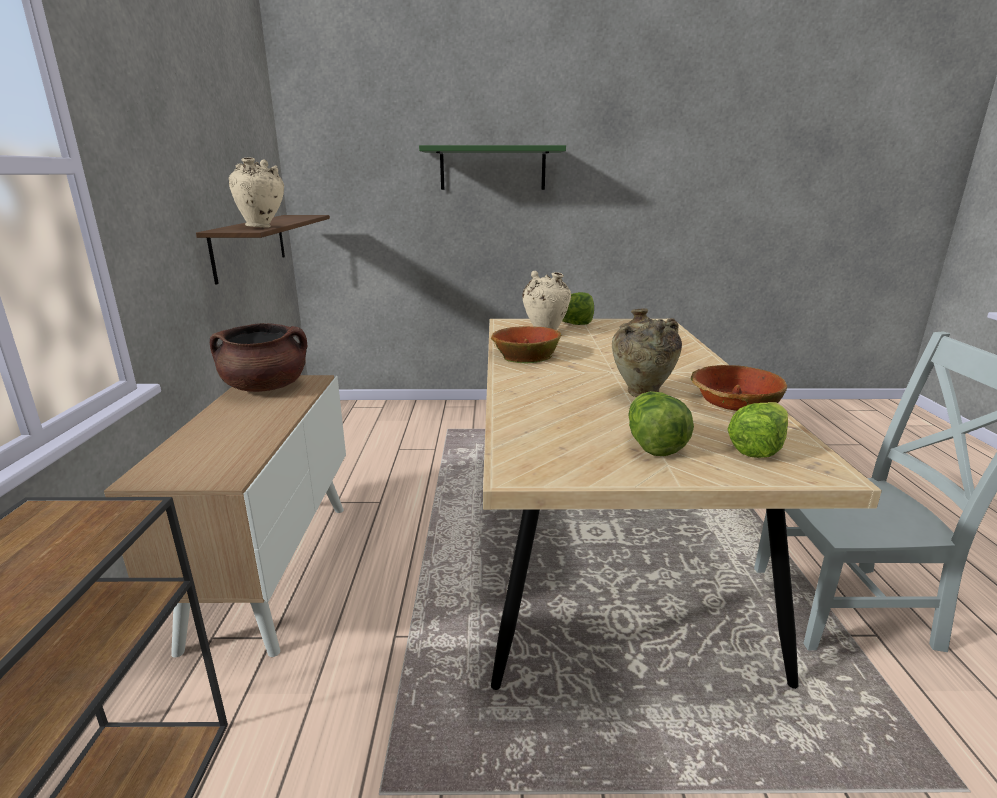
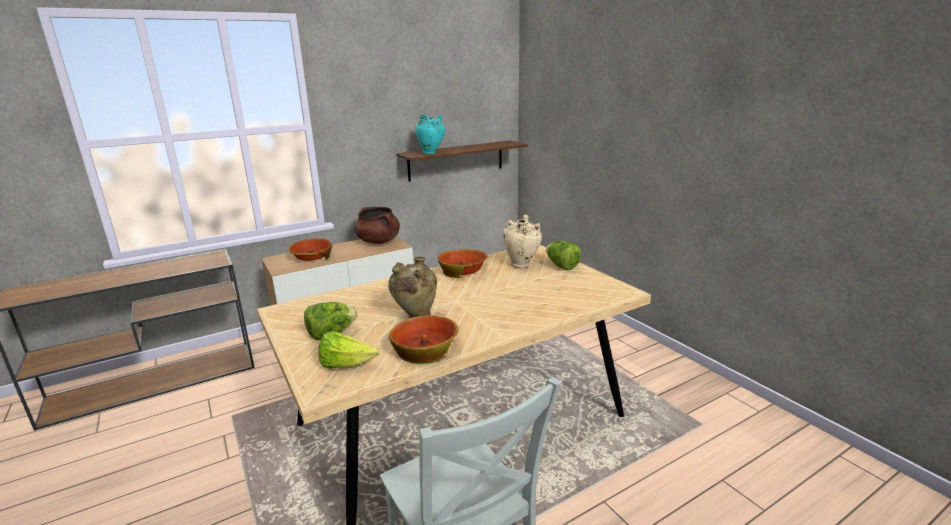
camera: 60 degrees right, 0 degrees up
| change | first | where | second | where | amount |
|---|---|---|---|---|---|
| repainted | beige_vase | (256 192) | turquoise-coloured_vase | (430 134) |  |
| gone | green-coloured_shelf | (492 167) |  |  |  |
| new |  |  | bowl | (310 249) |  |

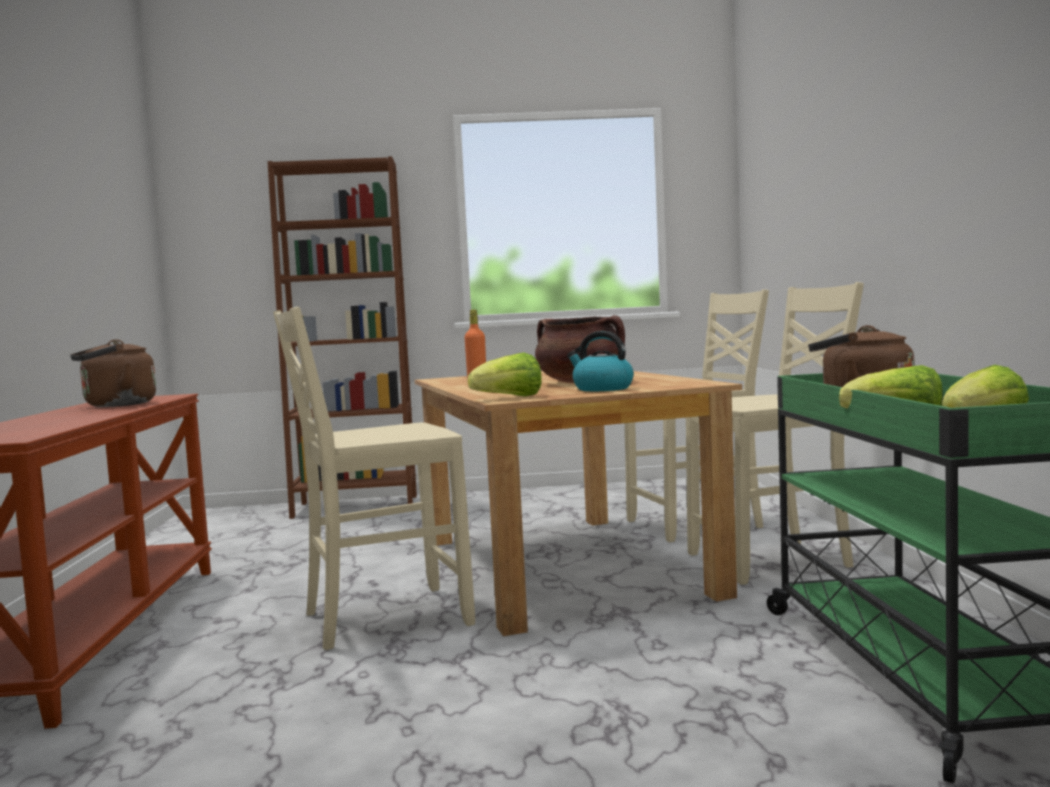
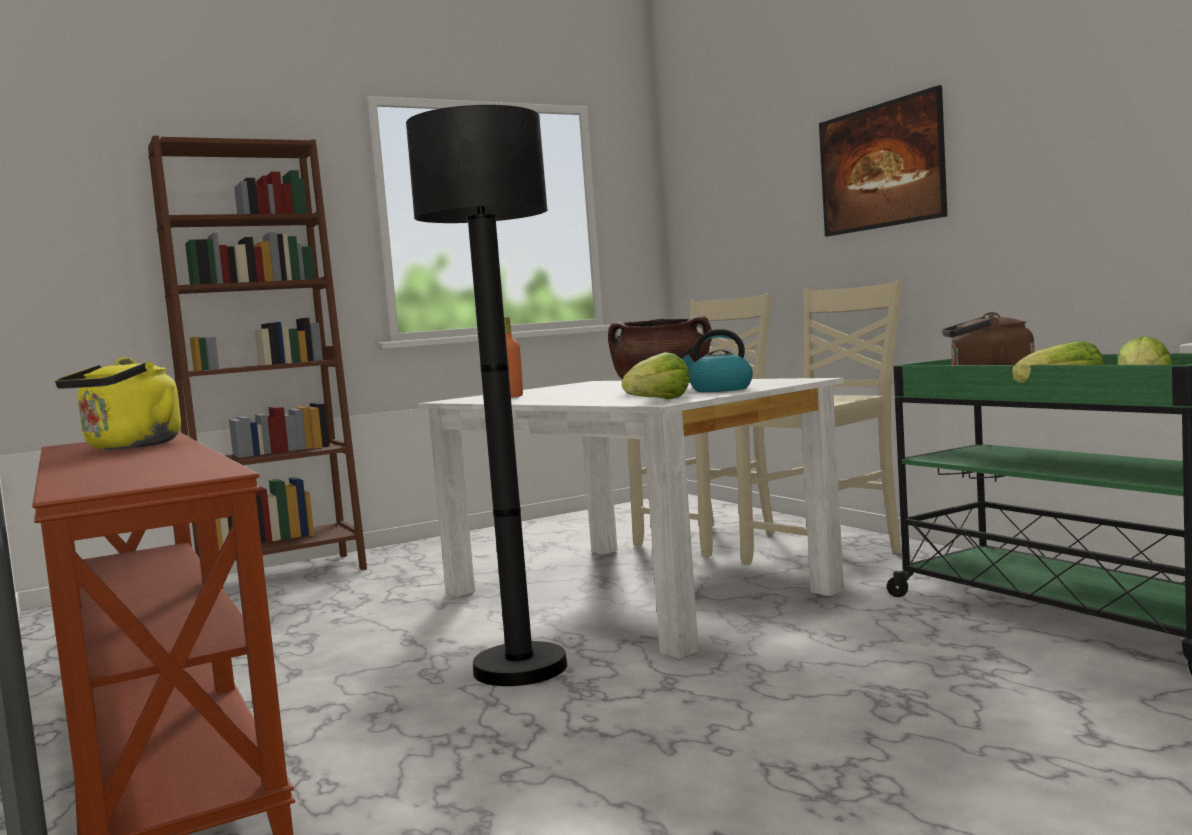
camera: 25 degrees left, 0 degrees up
| change | first | where | second | where | amount |
|---|---|---|---|---|---|
| repainted | brownish_kettle | (113 373) | yellow_kettle | (118 403) |  |
| swapped | beige_chair | (374 478) | black_floor_lamp | (486 395) |  |
| repainted | brownish_dining_table | (578 503) | whitish_dining_table | (631 518) |  |
| new |  |  | picture | (883 161) |  |

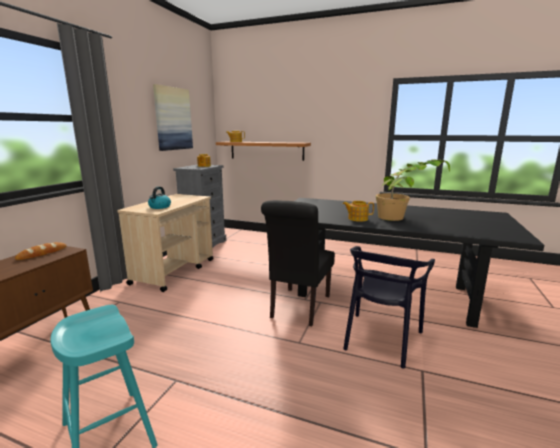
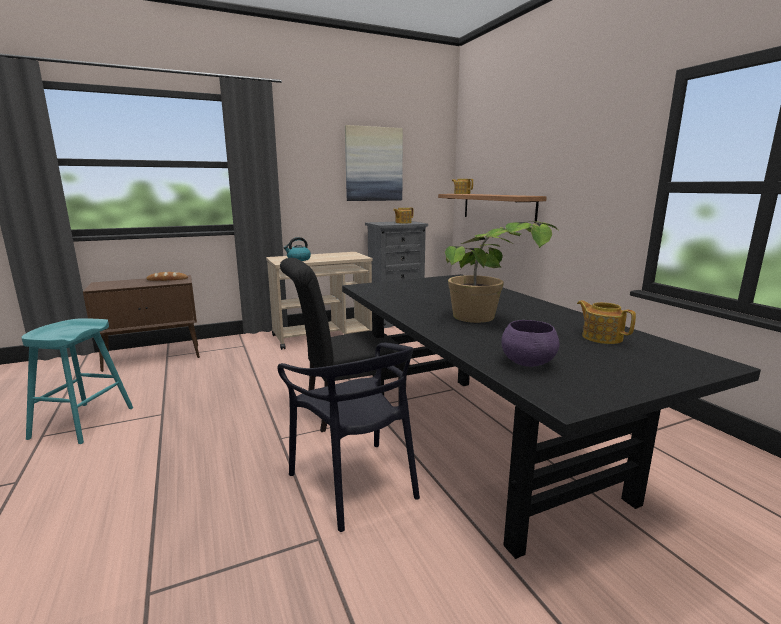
camera: 45 degrees right, 0 degrees up
| change | first | where | second | where | amount |
|---|---|---|---|---|---|
| shifted | tea_pot | (358 211) |  | (606 322) |  |
| rotated | black_chair | (389 307) |  | (349 437) | 105 degrees counterclockwise |
| new |  |  | purple_bowl | (530 343) |  |

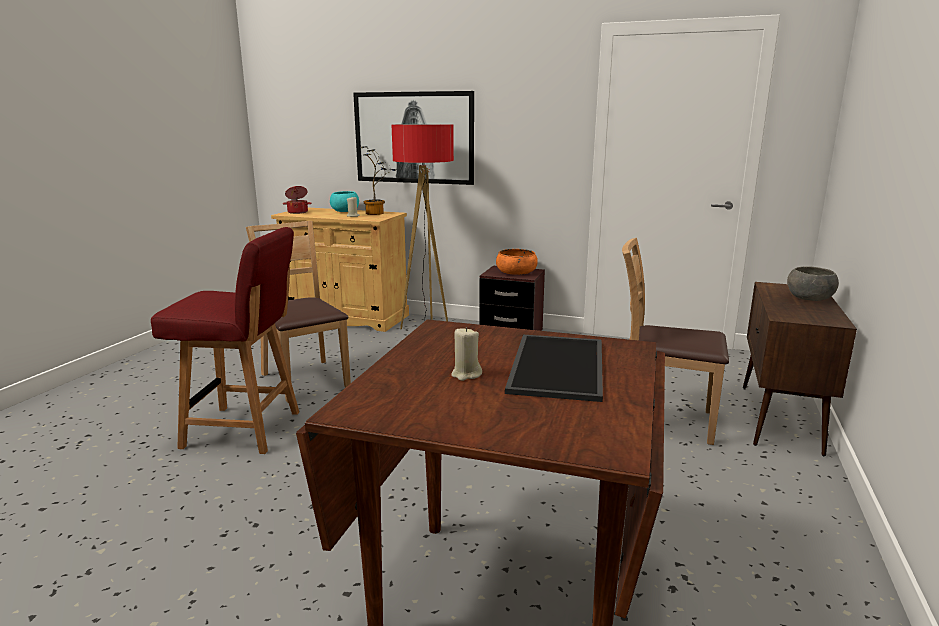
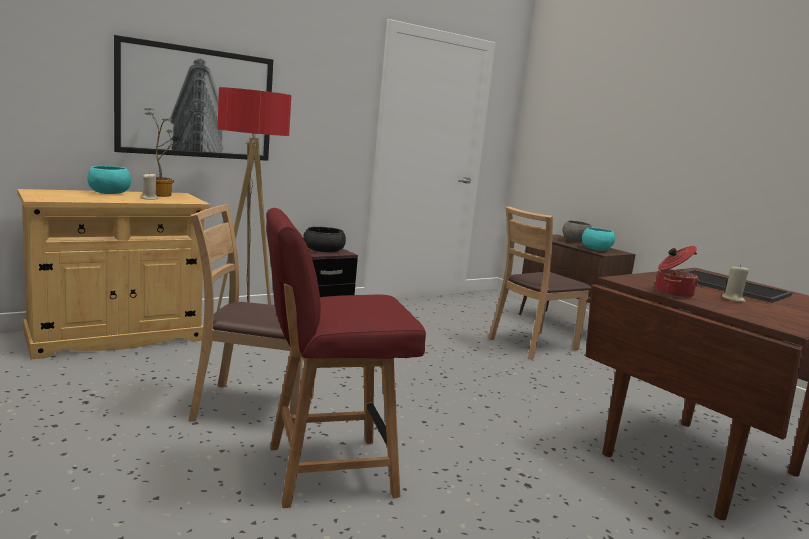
camera: 55 degrees left, 5 degrees down
| change | first | where | second | where | amount |
|---|---|---|---|---|---|
| rotated | red_chair | (225 340) |  | (346 358) | 150 degrees counterclockwise |
| shifted | cooking_pot | (297 200) |  | (677 272) |  |
| repainted | orange-coloured_bowl | (517 262) | black_bowl | (324 239) |  |
| new |  |  | turquoise-coloured_bowl | (598 239) |  |

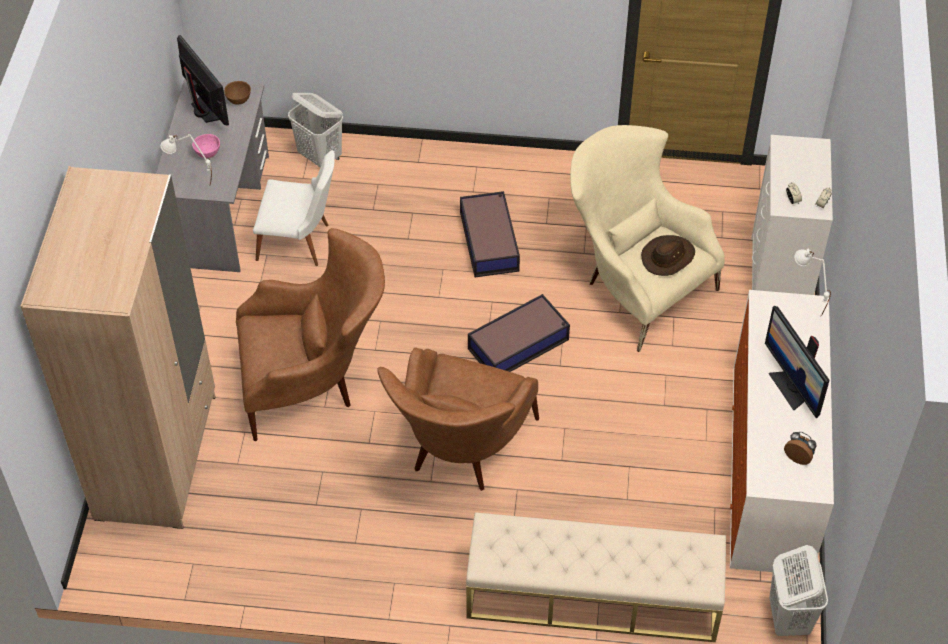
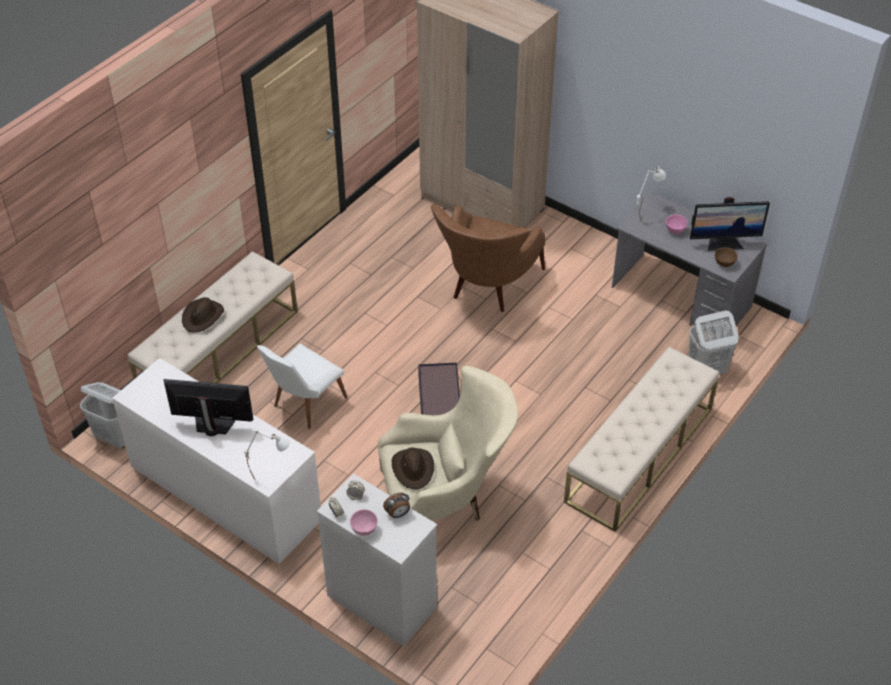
camera: 120 degrees right, 5 degrees down
| change | first | where | second | where | amount |
|---|---|---|---|---|---|
| shifted | whitish_chair | (294 208) |  | (302 386) |  |
| gone | brownish_lounge_chair | (458 419) |  |  |  |
| gone | storage_container | (490 234) |  |  |  |
| shifted | bedside_clock | (800 448) |  | (396 505) |  |
| new |  |  | brownish_hat | (203 315) |  |
| new |  |  | pink-coloured_bowl | (364 522) |  |
| new |  |  | beige_indoor_bench | (641 439) |  |

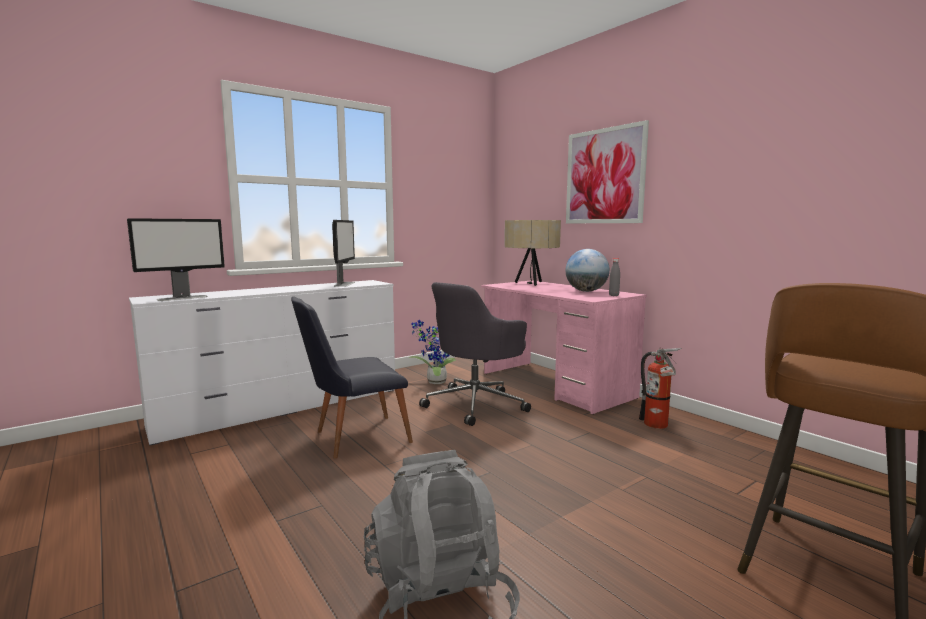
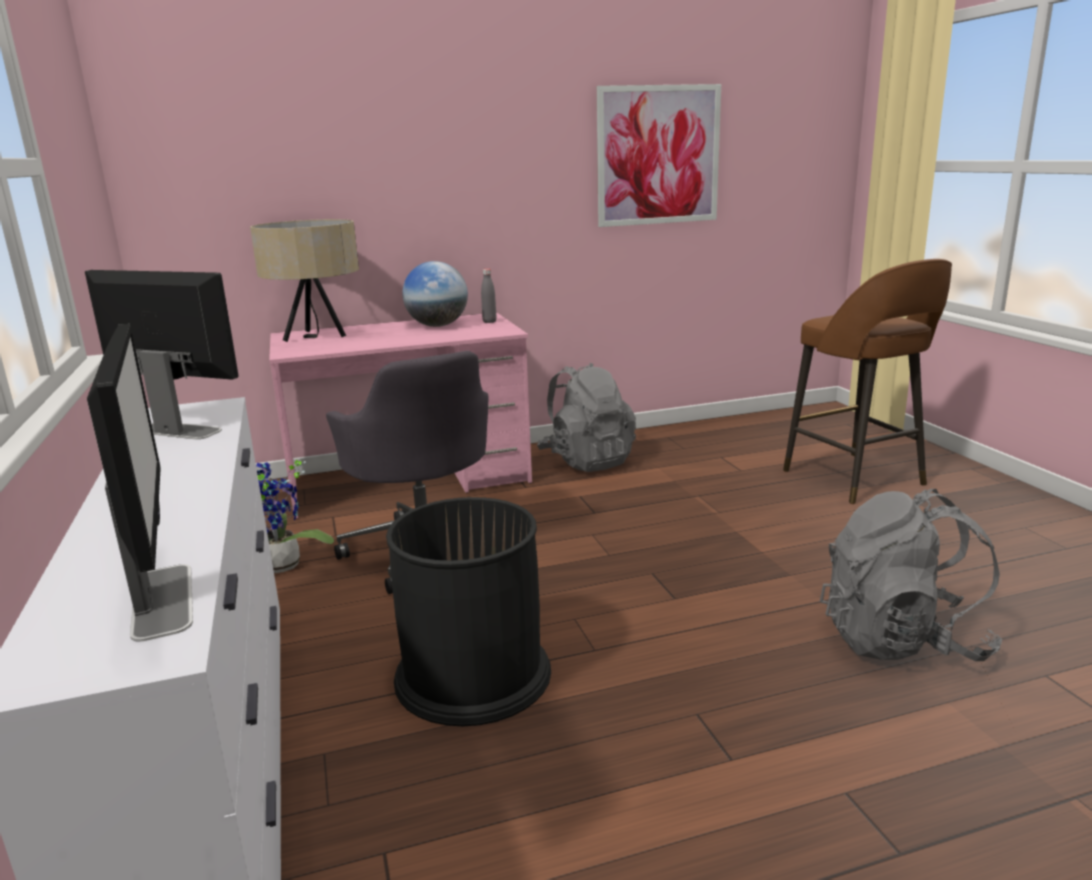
camera: 70 degrees left, 10 degrees up
| change | first | where | second | where | amount |
|---|---|---|---|---|---|
| swapped | black_chair | (352 378) | black_waste_bin | (468 611) |  |
| shifted | picture | (607 171) |  | (659 155) |  |
| swapped | extinguisher | (660 388) | greyish_rucksack | (586 417) |  |

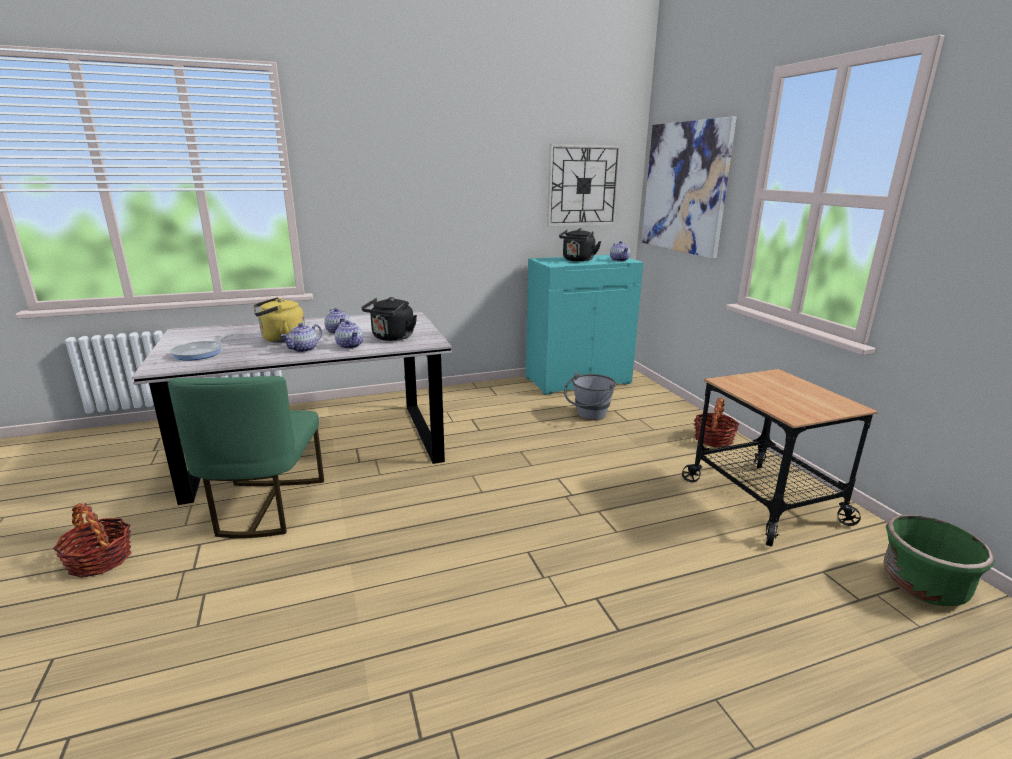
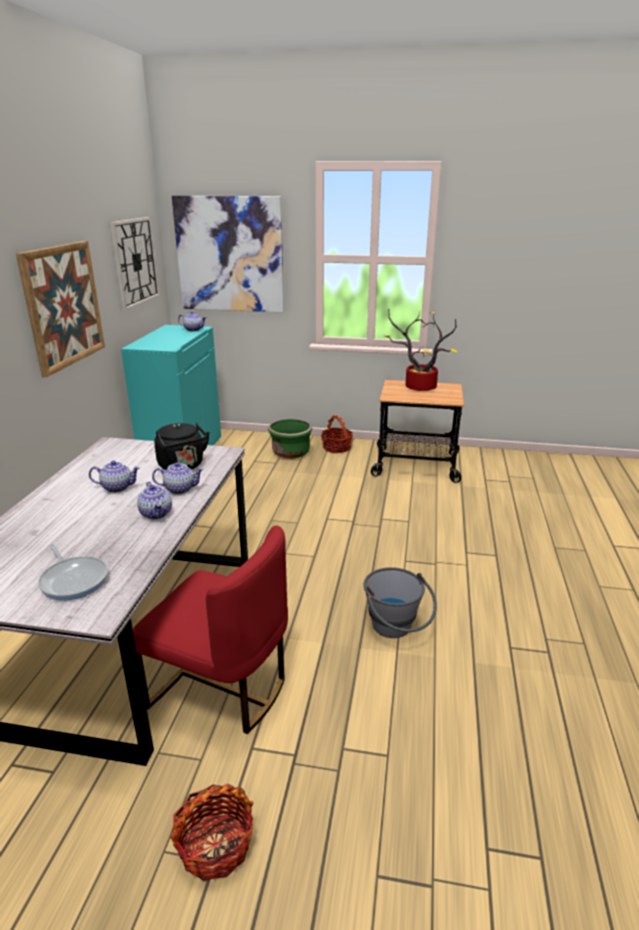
camera: 60 degrees left, 5 degrees up
| change | first | where | second | where | amount |
|---|---|---|---|---|---|
| repainted | green-coloured_chair | (246 457) | red_chair | (210 630) |  |
| gone | yellow_kettle | (279 320) |  |  |  |
| gone | black_kettle | (580 245) |  |  |  |
| shifted | greyish_water_bucket | (590 396) |  | (400 602) |  |
| shifted | green-coloured_flower_pot | (938 560) |  | (290 439) |  |
| new |  |  | picture | (60 309) |  |
| new |  |  | houseplant | (421 349) |  |

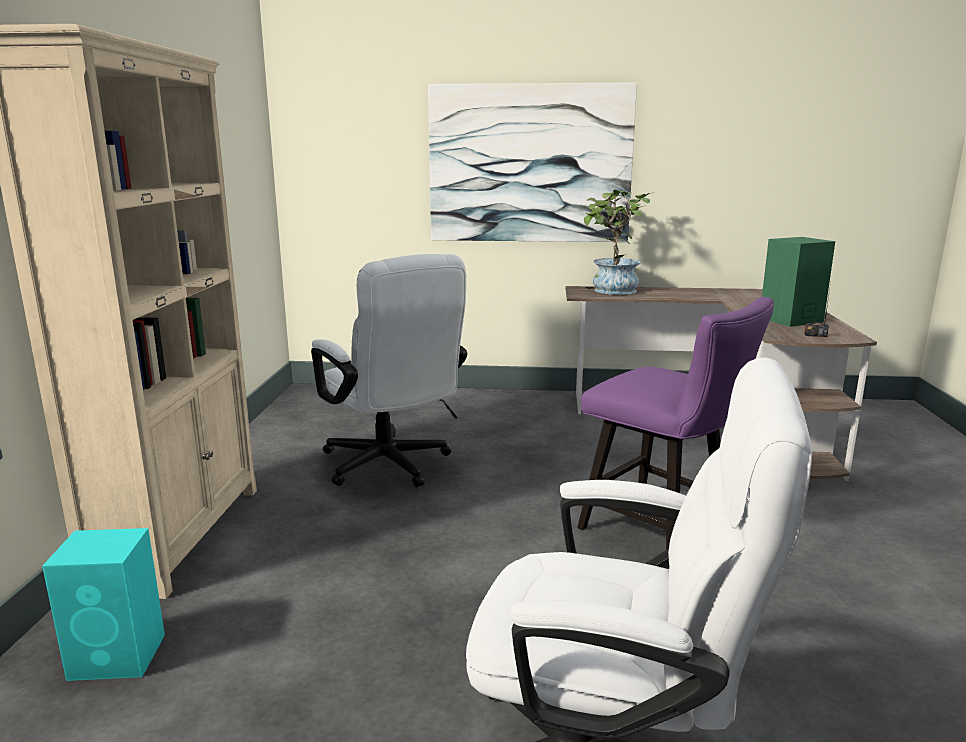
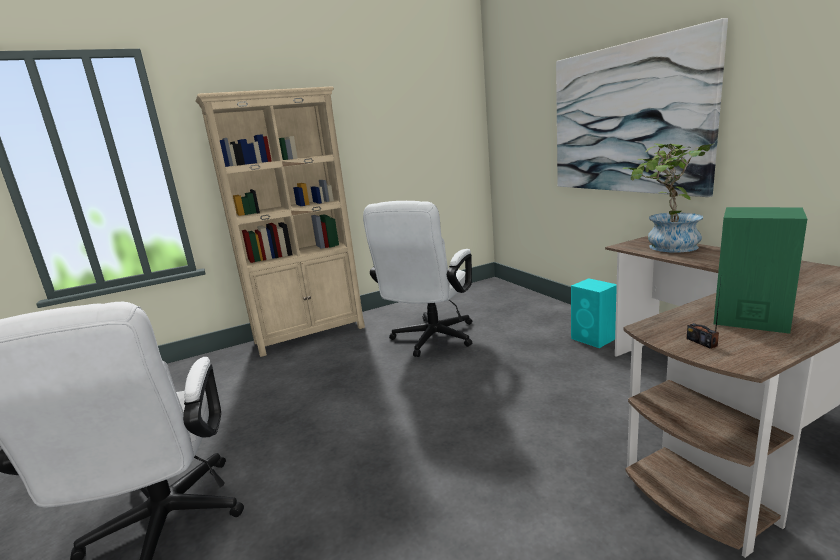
camera: 60 degrees right, 0 degrees up
| change | first | where | second | where | amount |
|---|---|---|---|---|---|
| shifted | turquoise-coloured_audio_speaker | (103 604) |  | (594 313) |  |
| gone | purple_chair | (676 423) |  |  |  |

